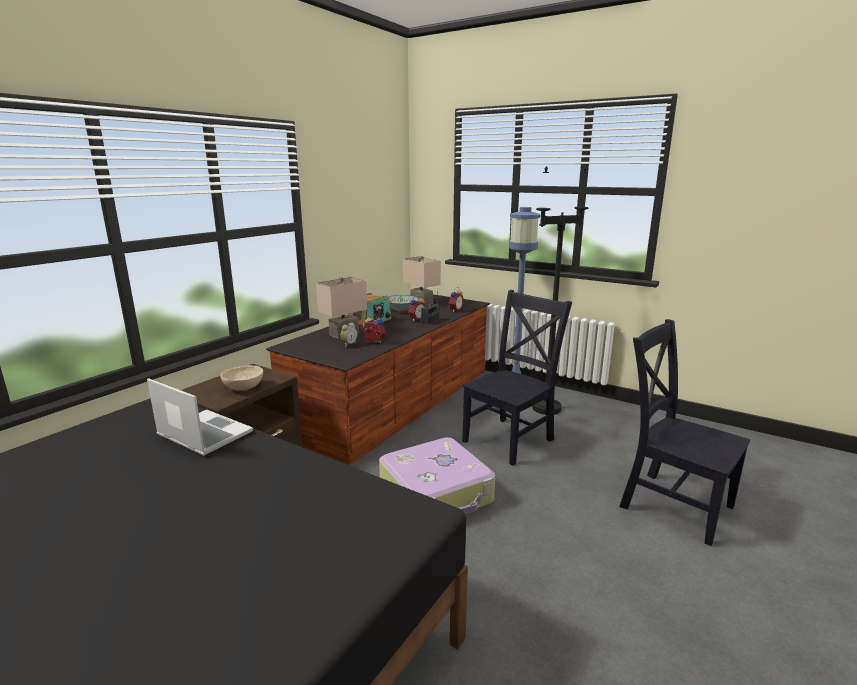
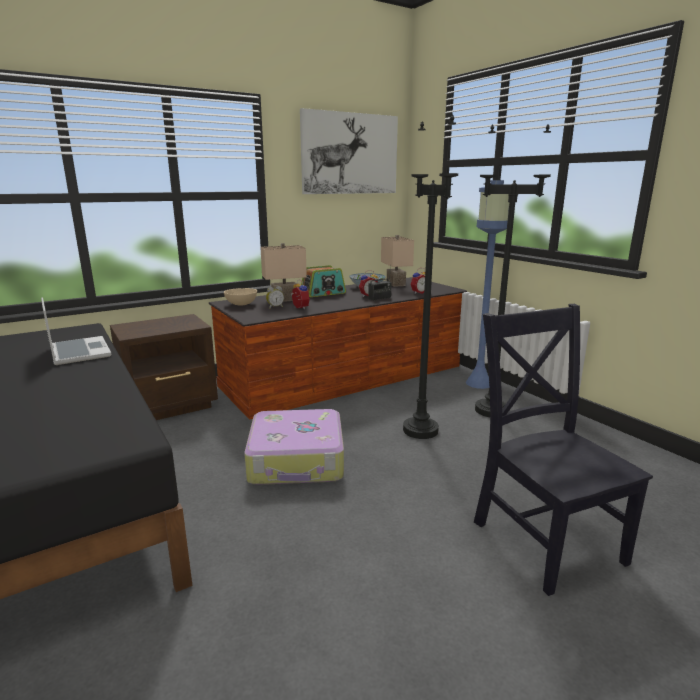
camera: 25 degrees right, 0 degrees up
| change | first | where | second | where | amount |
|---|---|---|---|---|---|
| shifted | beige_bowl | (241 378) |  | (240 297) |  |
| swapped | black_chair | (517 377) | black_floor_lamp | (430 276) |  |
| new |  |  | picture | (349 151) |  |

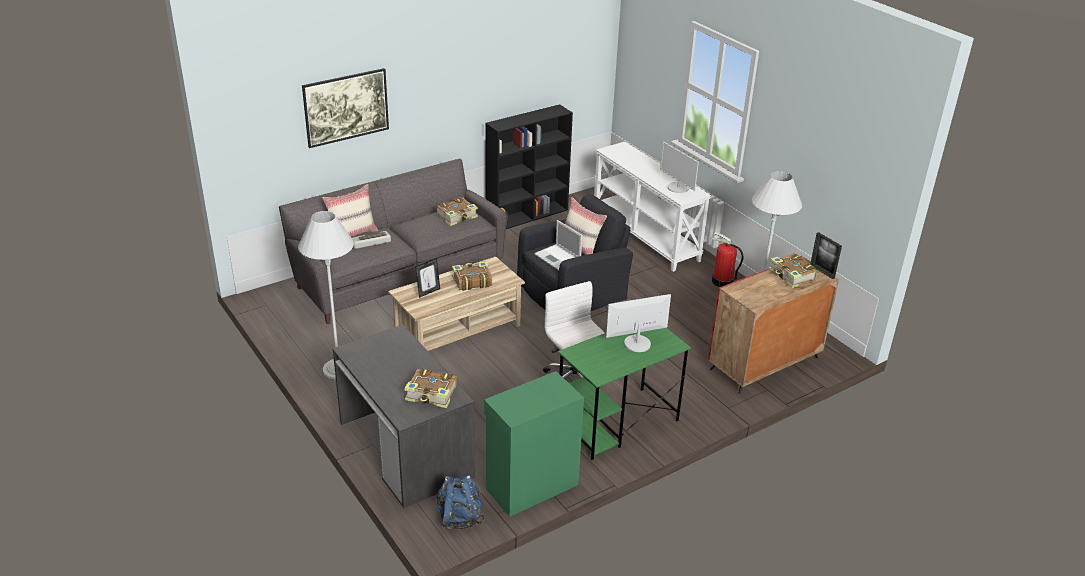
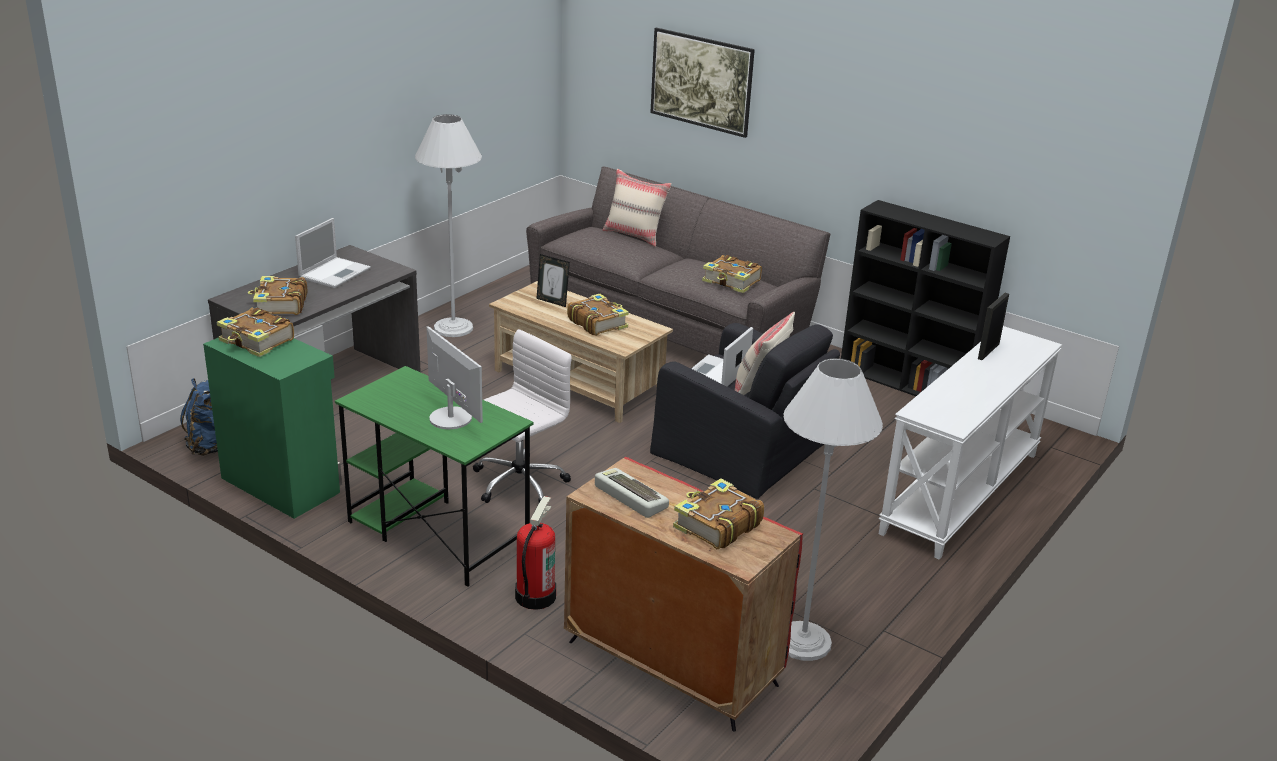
camera: 70 degrees right, 5 degrees down
| change | first | where | second | where | amount |
|---|---|---|---|---|---|
| shifted | PC_keyboard | (371 240) |  | (632 493) |  |
| gone | monitor | (679 167) |  |  |  |
| shifted | extinguisher | (727 259) |  | (535 553) |  |
| shifted | photo_frame | (826 255) |  | (993 326) |  |
| new |  |  | bound_book | (255 332) |  |
| new |  |  | portable_computer | (333 253) |  |

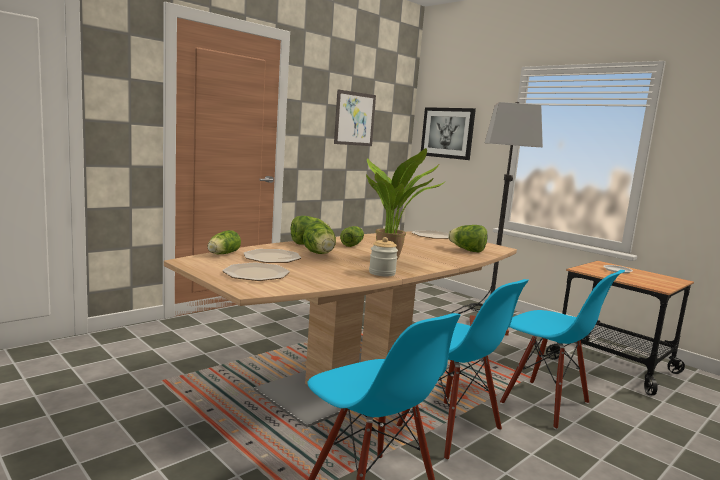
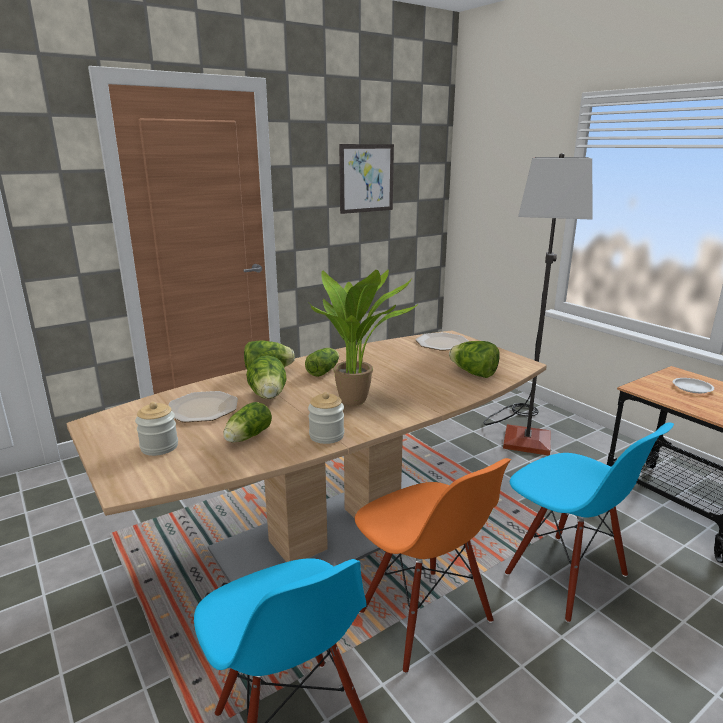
camera: 10 degrees right, 10 degrees up
| change | first | where | second | where | amount |
|---|---|---|---|---|---|
| shifted | lettuce | (224 242) |  | (247 422) |  |
| swapped | plate | (256 272) | storage_jar | (156 429) |  |
| repainted | blue-coloured_chair | (462 370) | orange-coloured_chair | (433 566) |  |
| gone | picture | (448 133) |  |  |  |

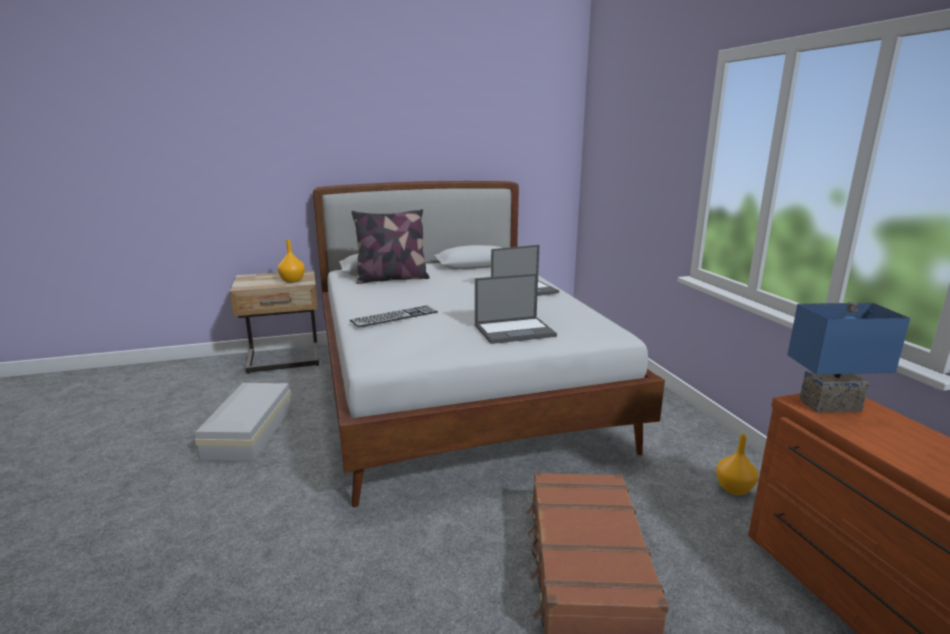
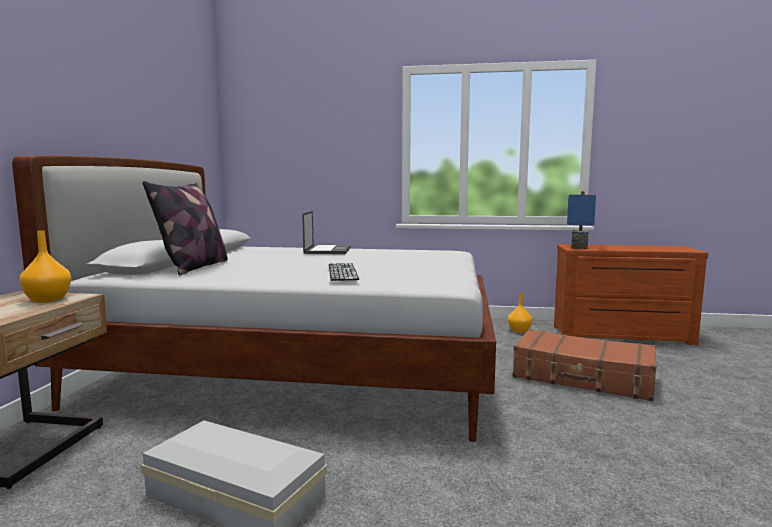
camera: 65 degrees left, 10 degrees down
| change | first | where | second | where | amount |
|---|---|---|---|---|---|
| gone | portable_computer | (516 308) |  |  |  |

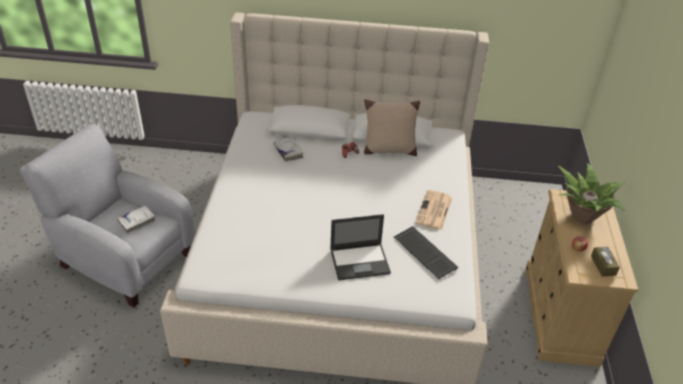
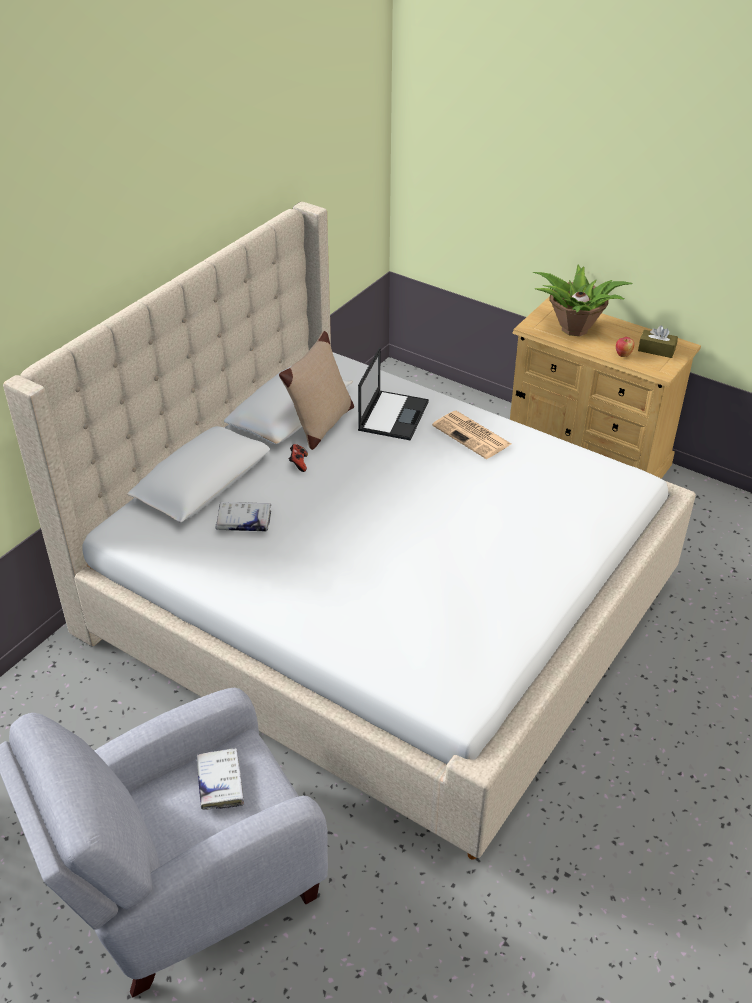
camera: 60 degrees left, 0 degrees up
| change | first | where | second | where | amount |
|---|---|---|---|---|---|
| shifted | portable_computer | (360 247) |  | (393 394) |  |
| gone | PC_keyboard | (426 252) |  |  |  |

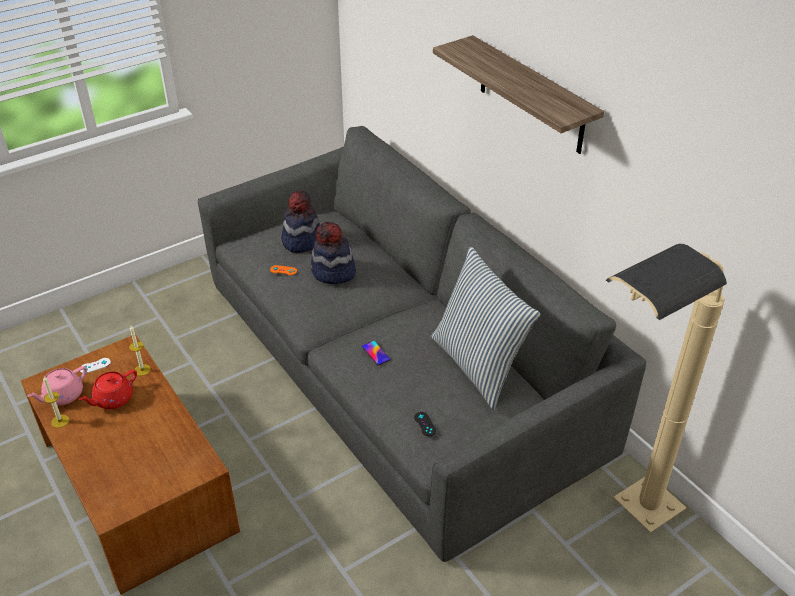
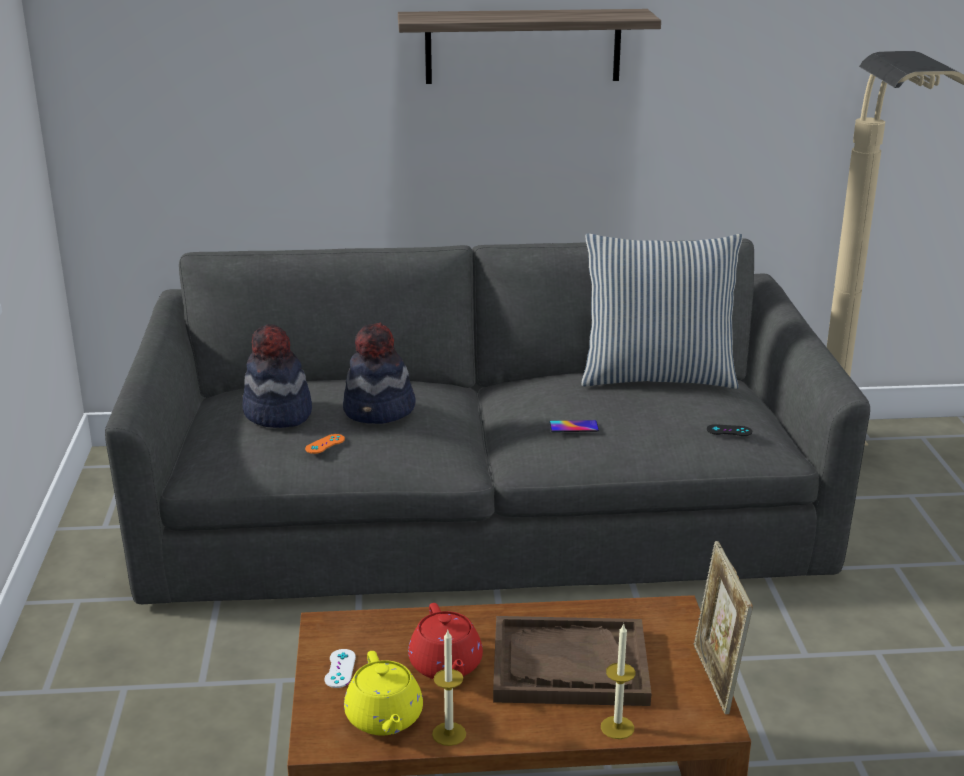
camera: 60 degrees left, 15 degrees down
| change | first | where | second | where | amount |
|---|---|---|---|---|---|
| repainted | pink-coloured_tea_pot | (57 386) | yellow_tea_pot | (383 693) |  |
| shifted | candle | (140 351) |  | (618 681) |  |
| new |  |  | brownish_tray | (572 661) |  |
| new |  |  | photo_frame | (723 628) |  |

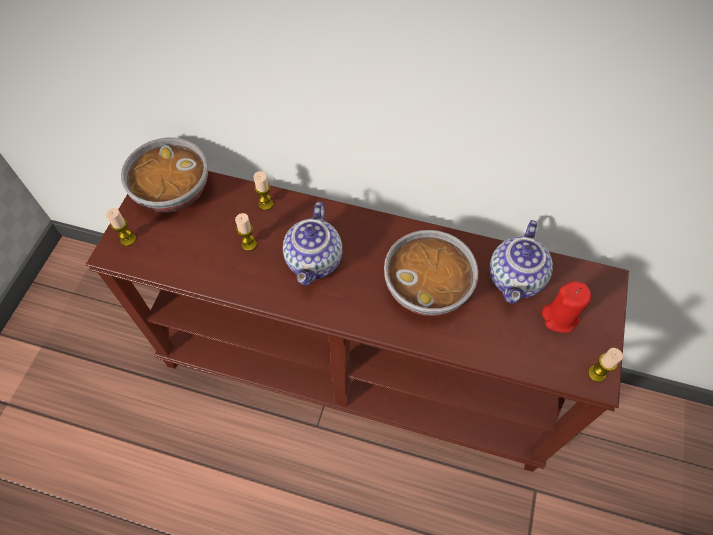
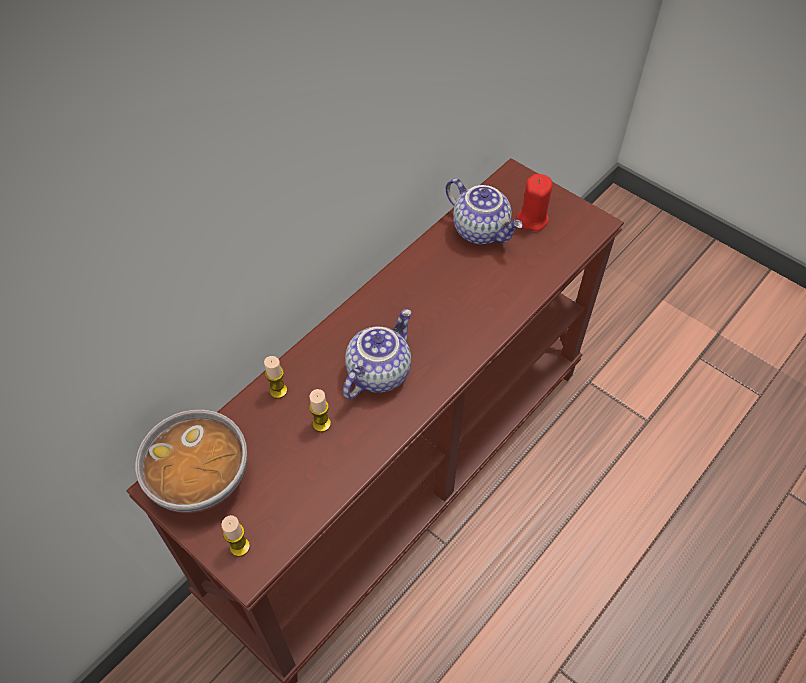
camera: 65 degrees left, 5 degrees down
| change | first | where | second | where | amount |
|---|---|---|---|---|---|
| rotated | tea_pot | (312 244) |  | (377 354) | 90 degrees counterclockwise |
| gone | bowl | (431 273) |  |  |  |
| gone | candle | (605 365) |  |  |  |

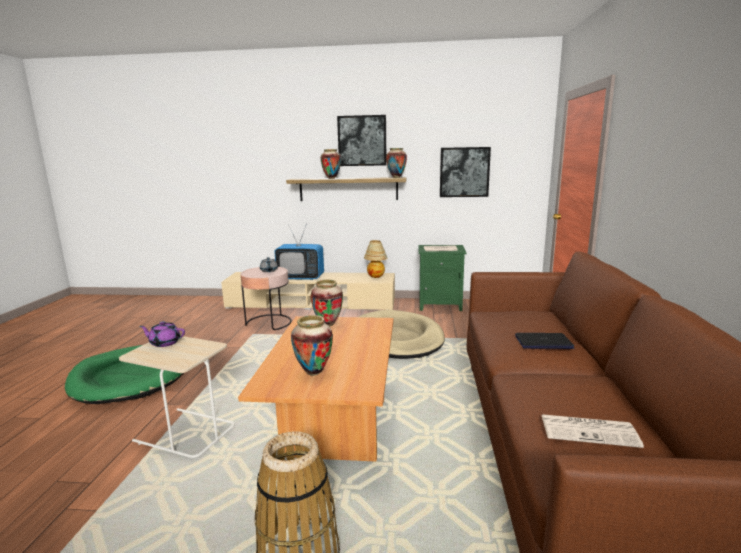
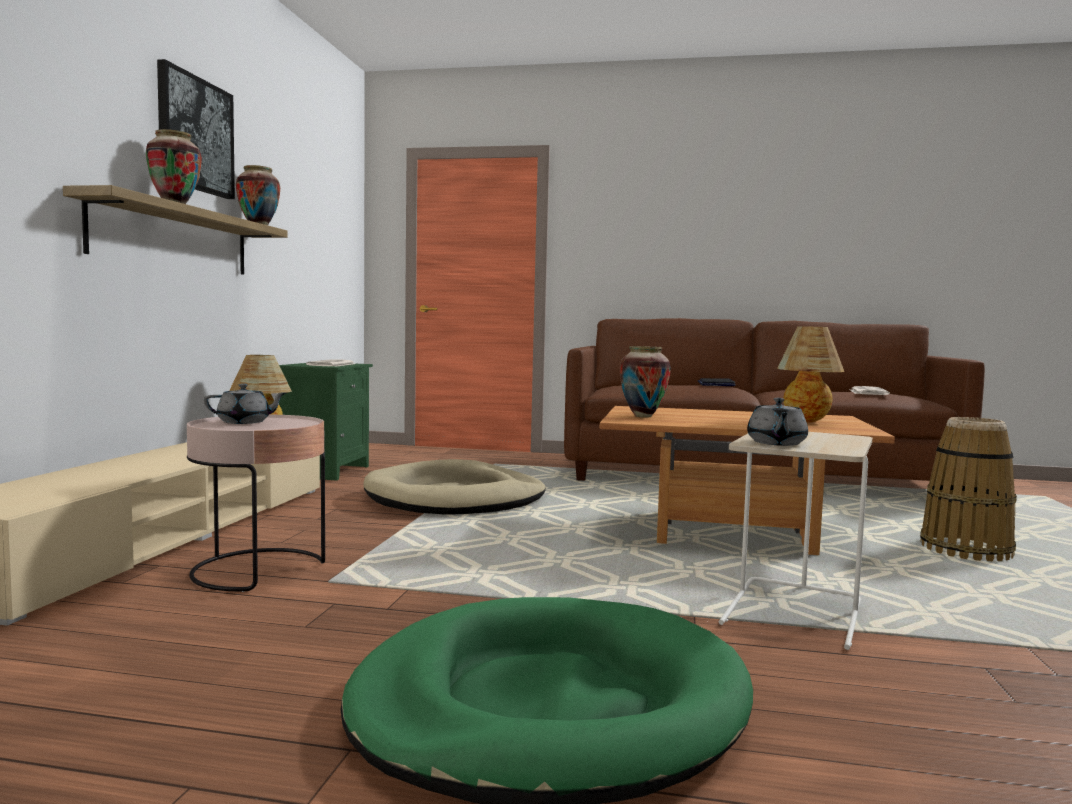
camera: 85 degrees left, 10 degrees down
| change | first | where | second | where | amount |
|---|---|---|---|---|---|
| repainted | purple_tea_pot | (162 334) | greyish_tea_pot | (777 422) |  |
| gone | TV_set | (299 253) |  |  |  |
| swapped | vase | (312 345) | lamp_for_a_table | (810 374) |  |
| gone | picture | (465 172) |  |  |  |

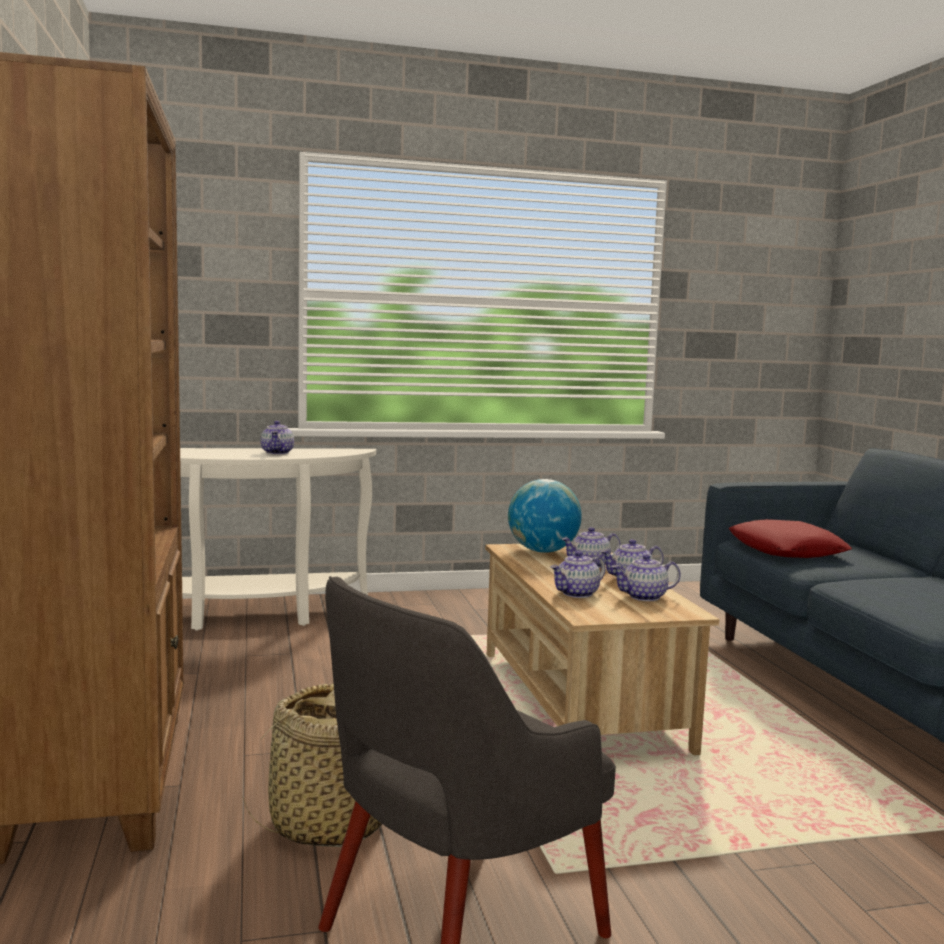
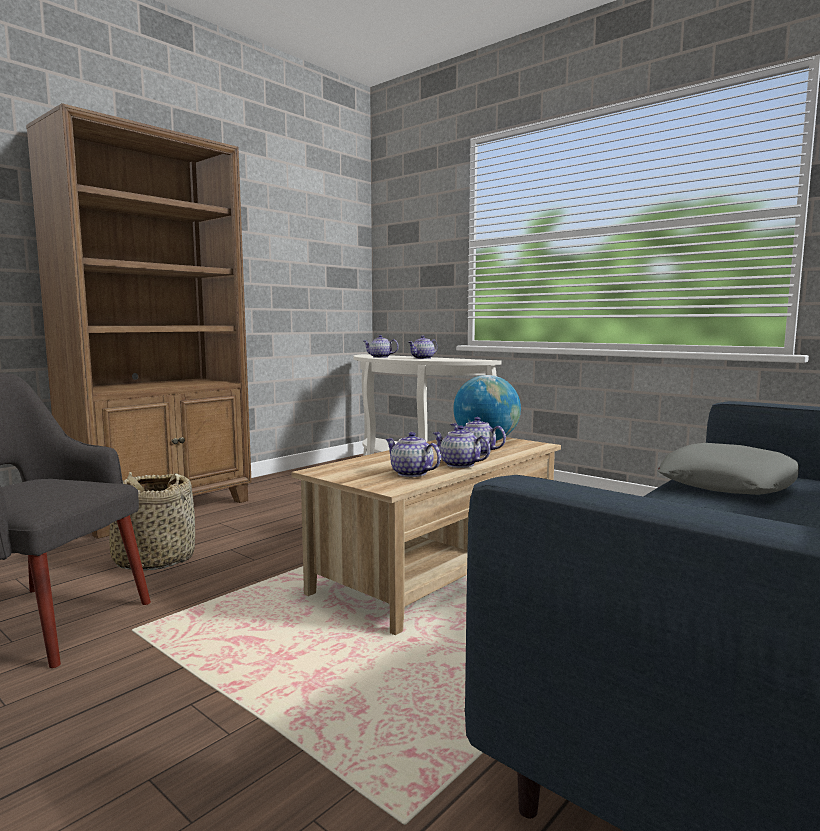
camera: 55 degrees right, 0 degrees up
| change | first | where | second | where | amount |
|---|---|---|---|---|---|
| shifted | tea_pot | (578 574) |  | (381 346) |  |
| repainted | red_pillow | (790 538) | greyish_pillow | (728 469) |  |

